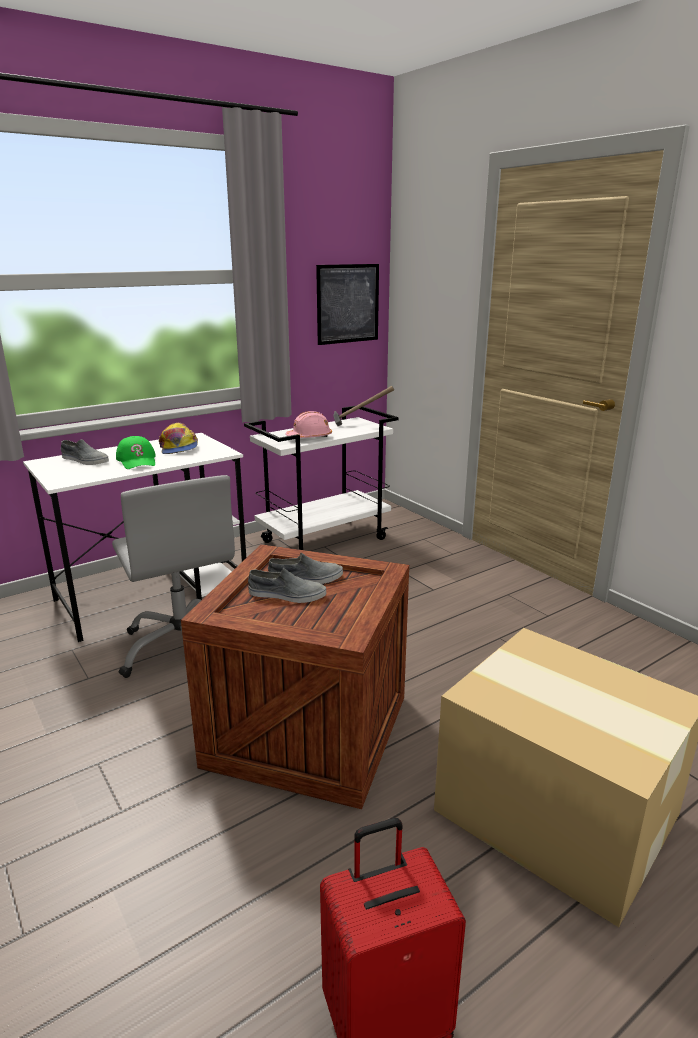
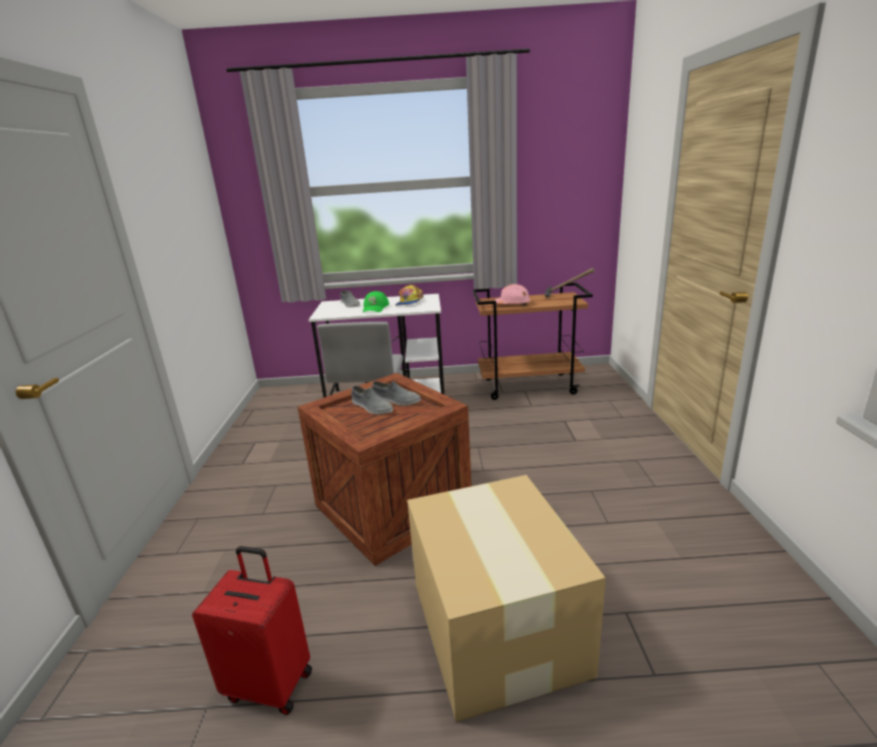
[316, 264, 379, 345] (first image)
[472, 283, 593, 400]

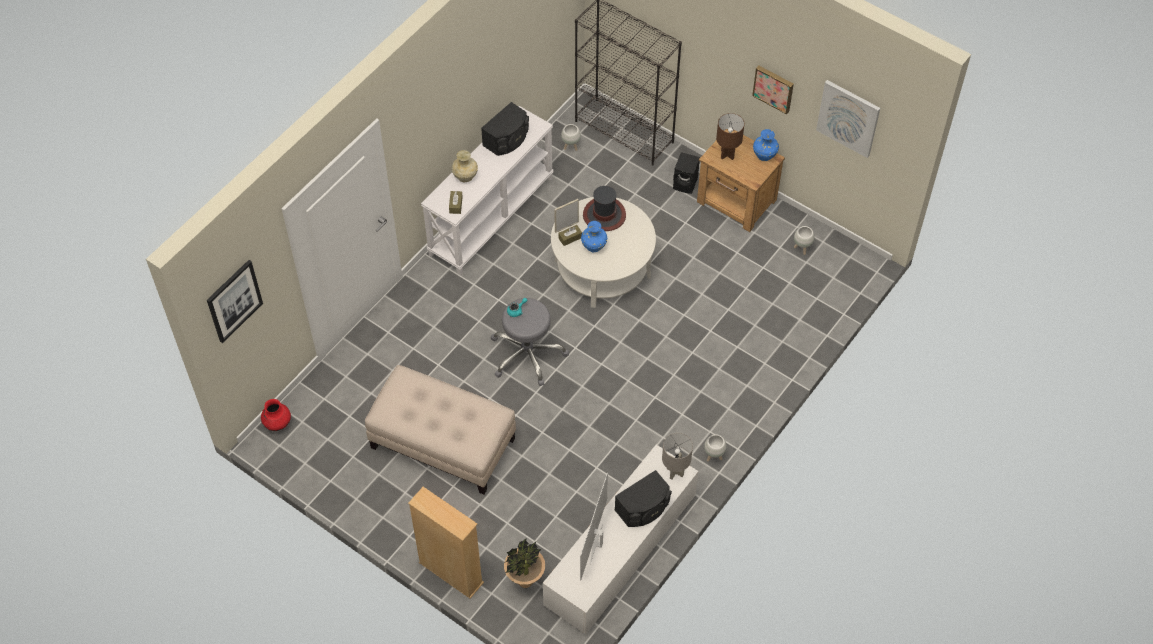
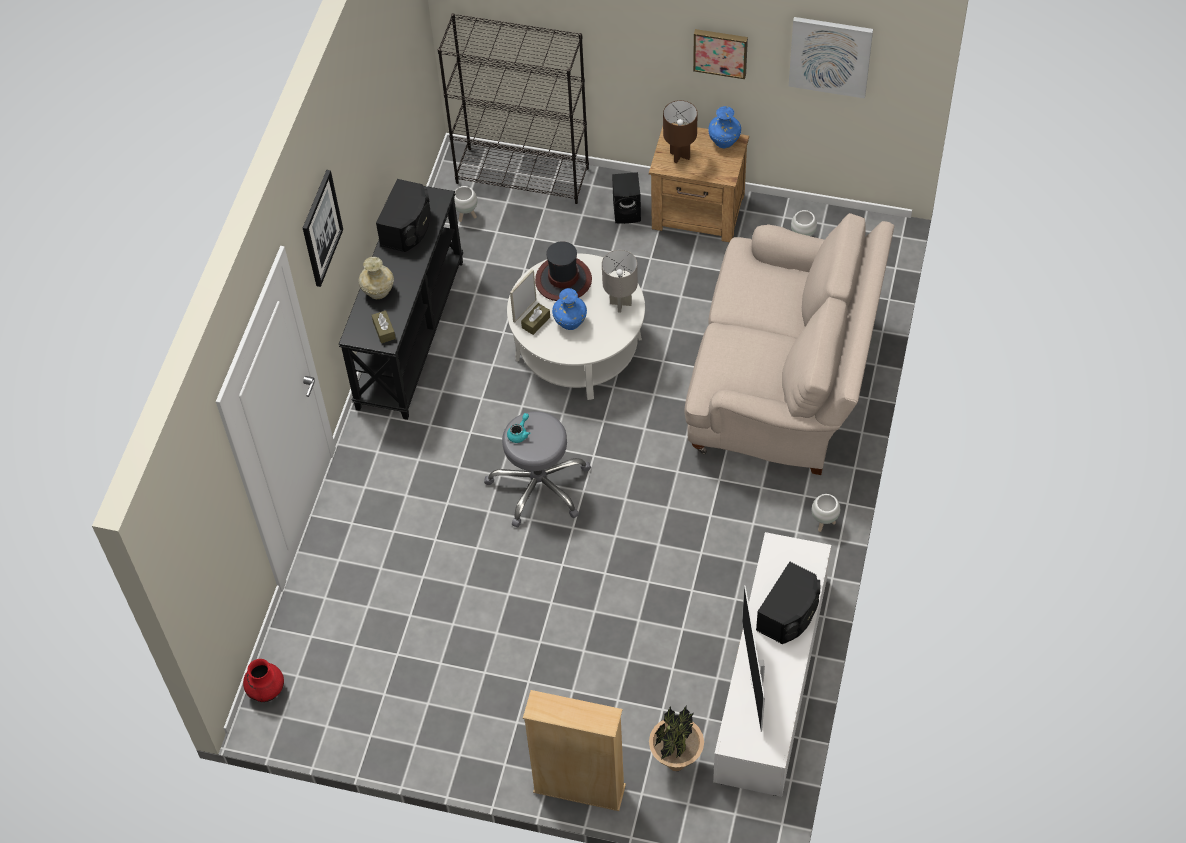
[365, 365, 516, 495] (first image)
[684, 213, 894, 475]
[303, 170, 343, 287]
[602, 250, 638, 313]
[339, 186, 464, 420]

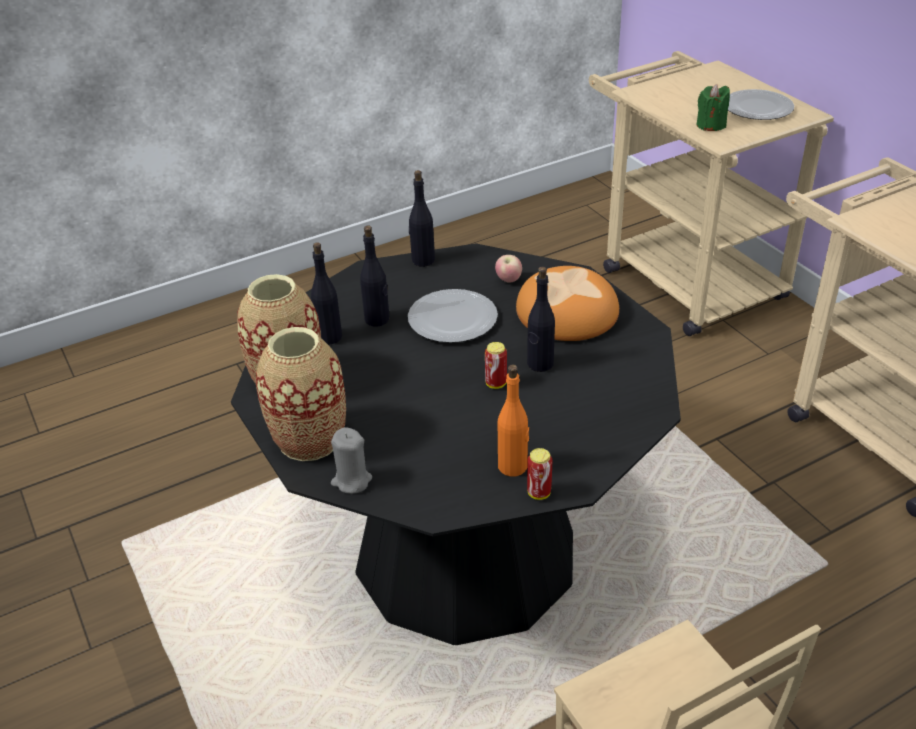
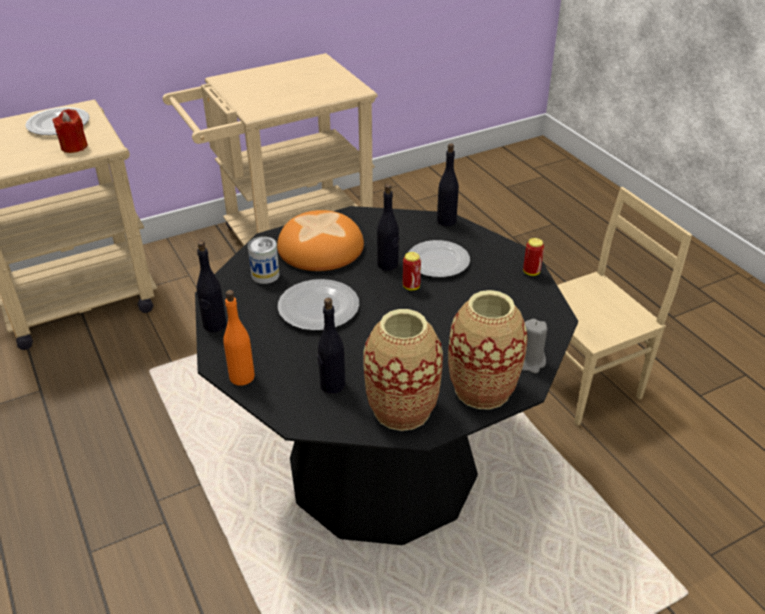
[409, 240, 470, 277]
[437, 143, 459, 226]
[223, 290, 255, 386]
[248, 237, 280, 284]
[53, 109, 88, 153]

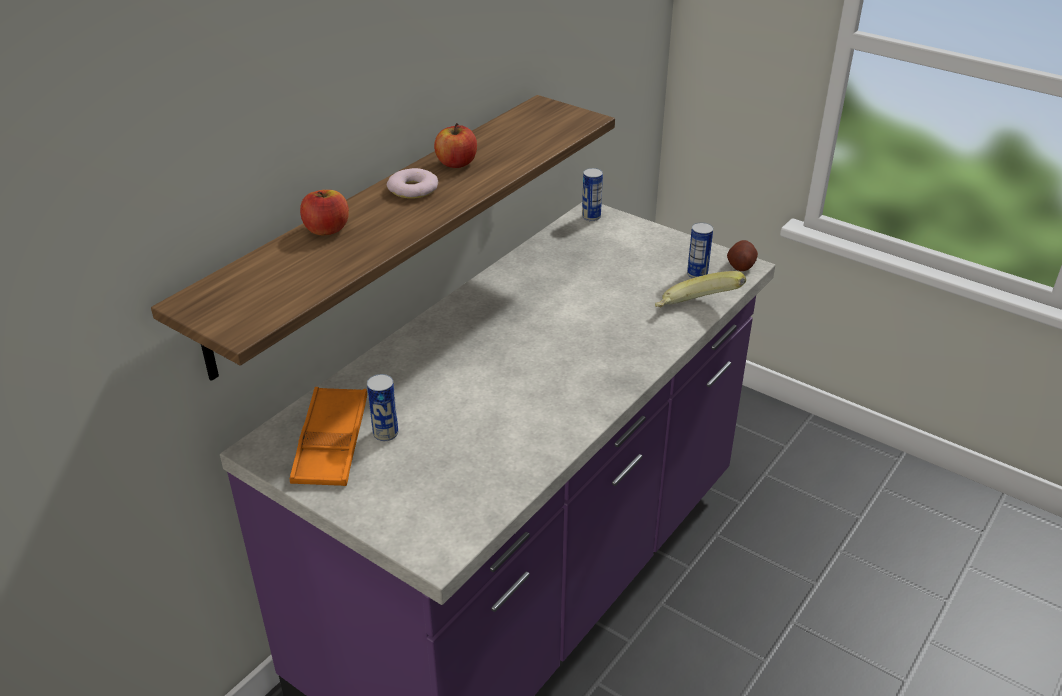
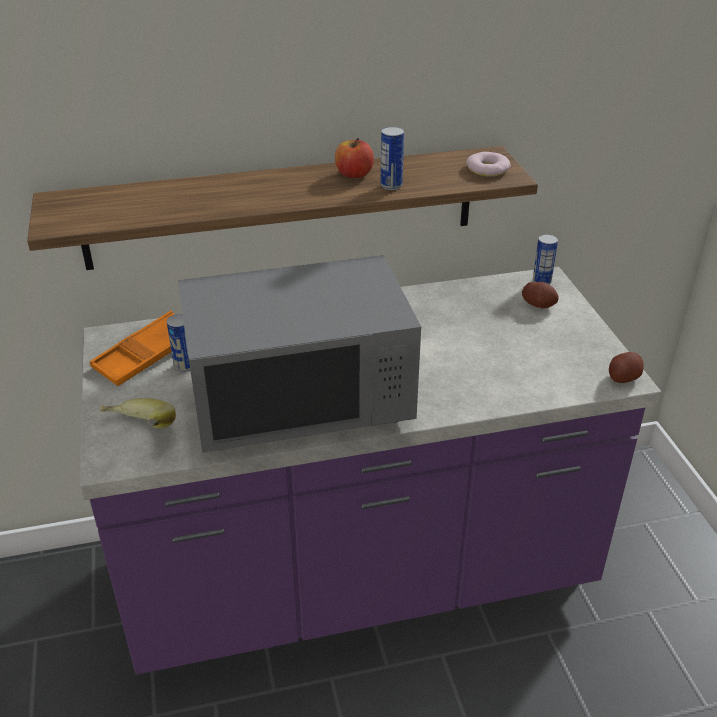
[300, 190, 349, 235] (first image)
[178, 255, 421, 453]
[522, 282, 559, 309]
[466, 152, 511, 176]
[100, 398, 176, 428]
[380, 126, 404, 190]

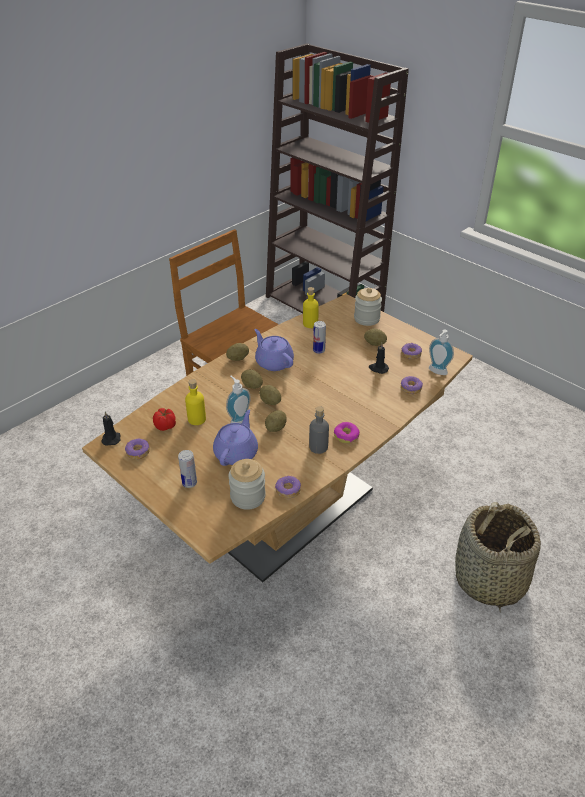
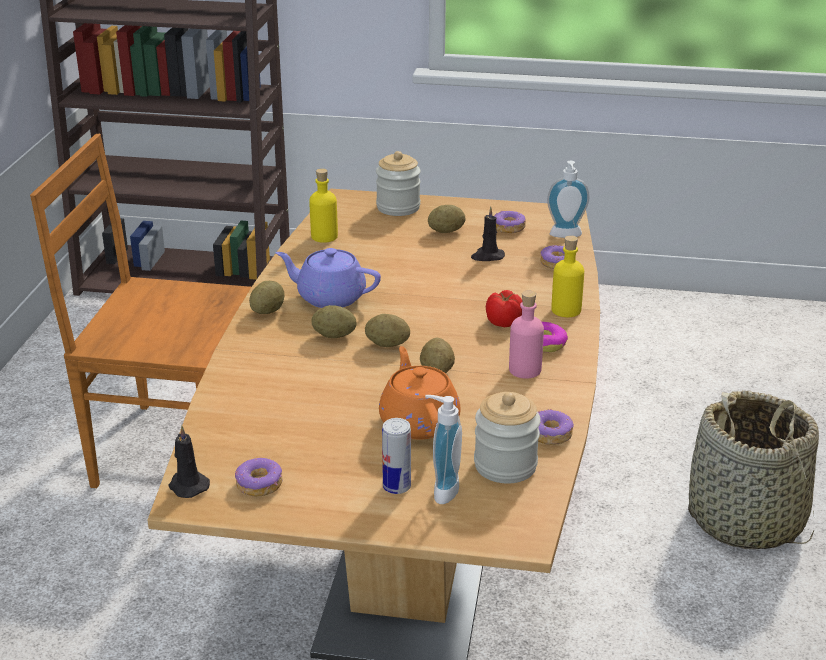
[313, 321, 326, 354] (first image)
[486, 290, 522, 327]
[551, 236, 584, 317]
[425, 395, 462, 504]
[379, 346, 461, 440]
[509, 290, 544, 379]

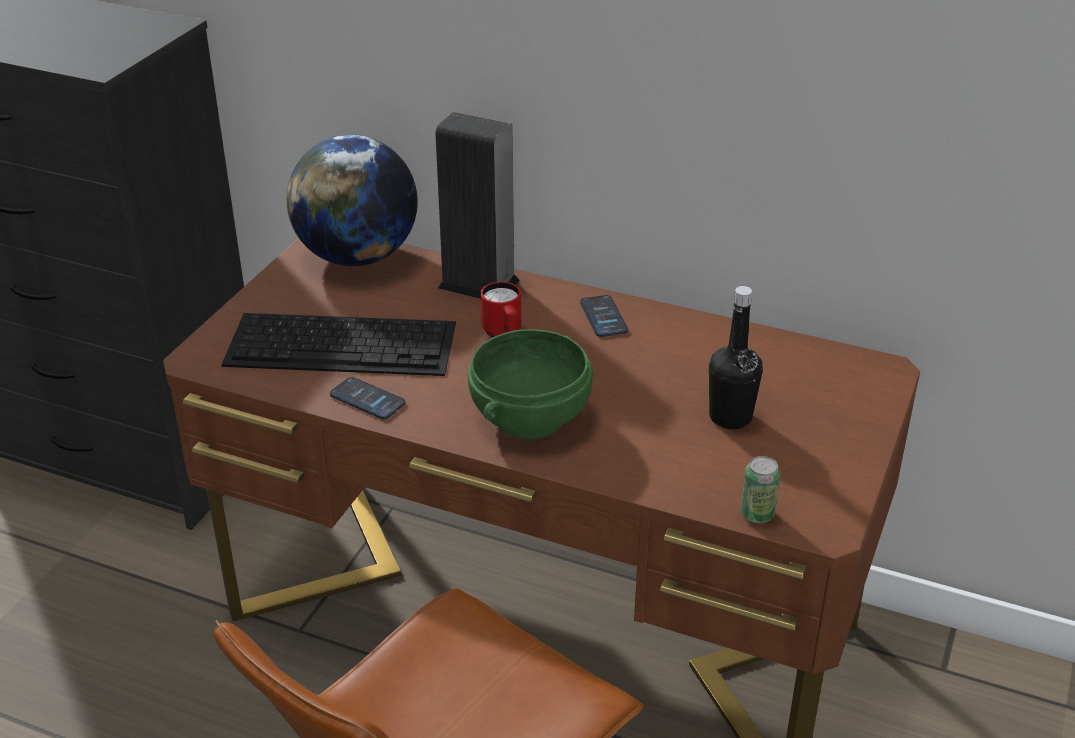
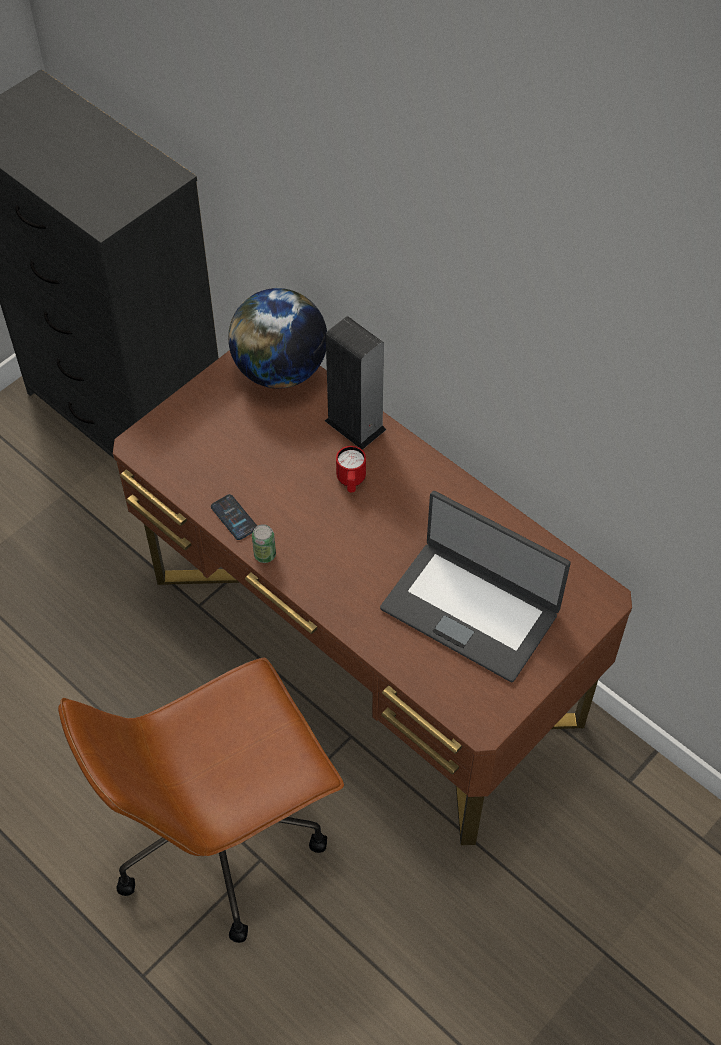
[221, 313, 456, 376] (first image)
[468, 329, 593, 439] (first image)
[580, 295, 628, 337] (first image)
[252, 524, 276, 563]
[380, 491, 571, 682]

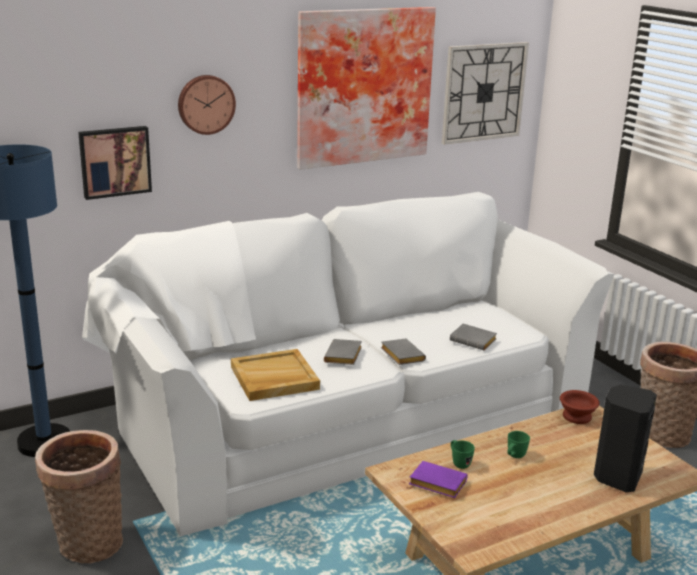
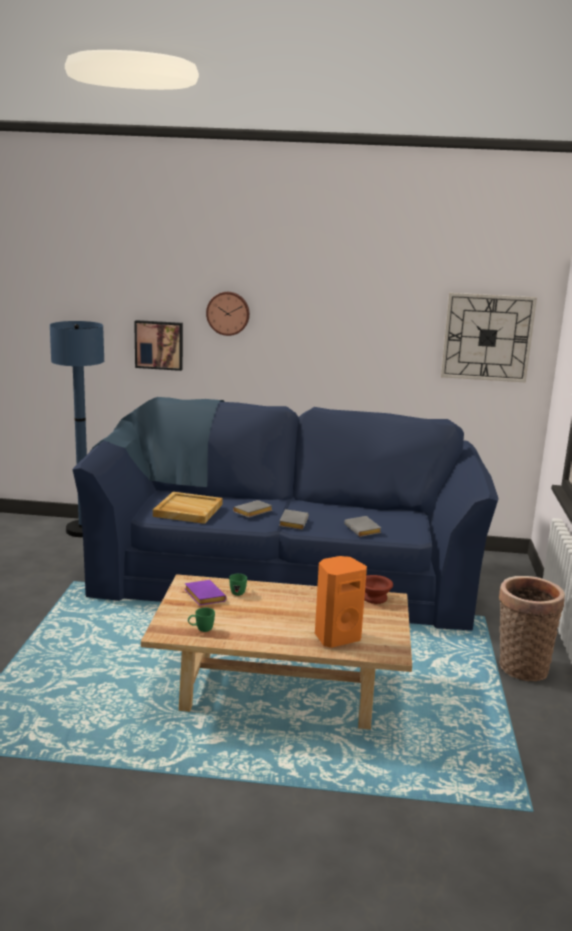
[35, 430, 123, 564] (first image)
[297, 7, 436, 170] (first image)
[188, 608, 215, 632]
[72, 397, 499, 631]
[315, 556, 367, 648]

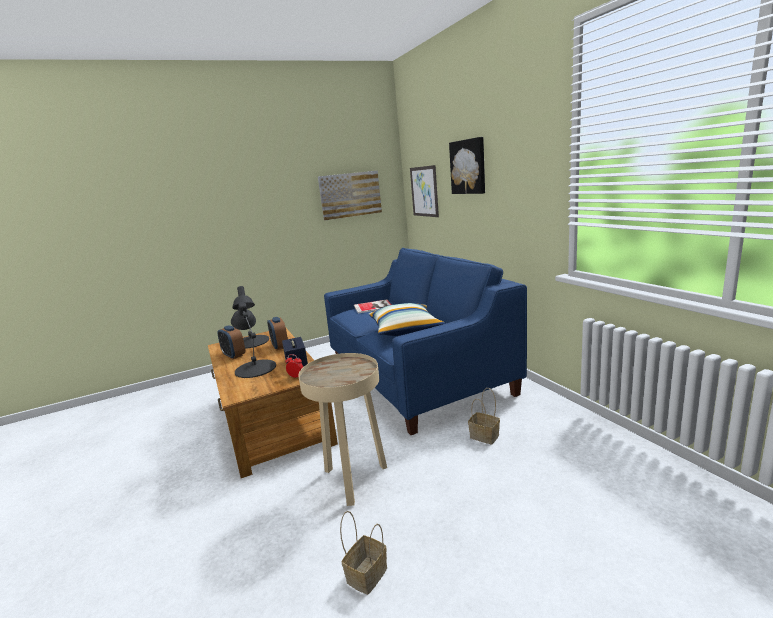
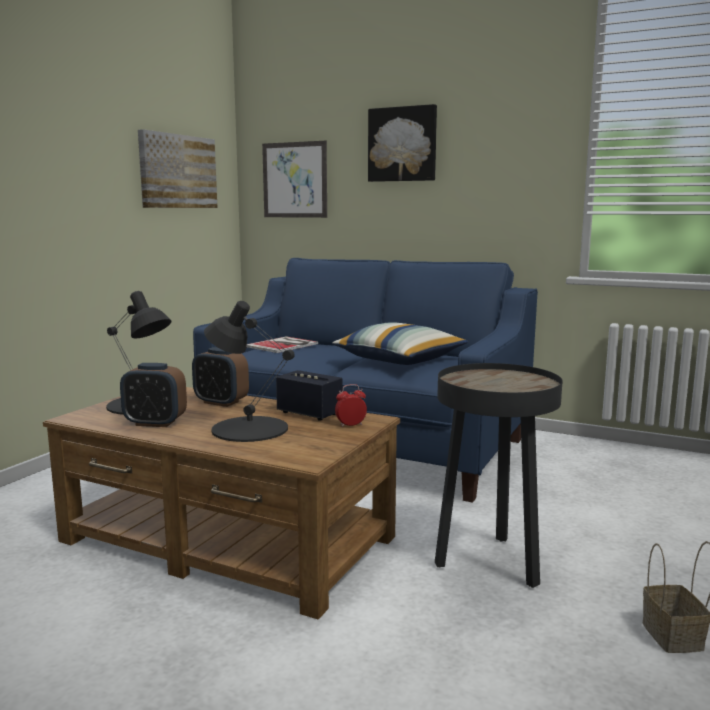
[468, 388, 500, 444] (first image)
[435, 363, 563, 588]

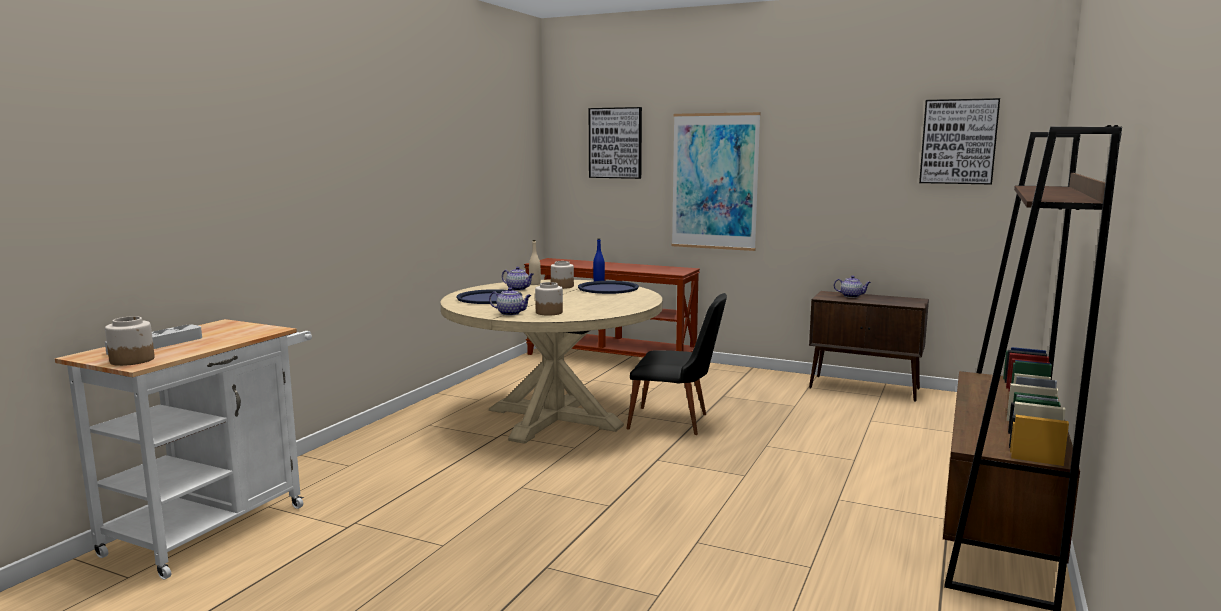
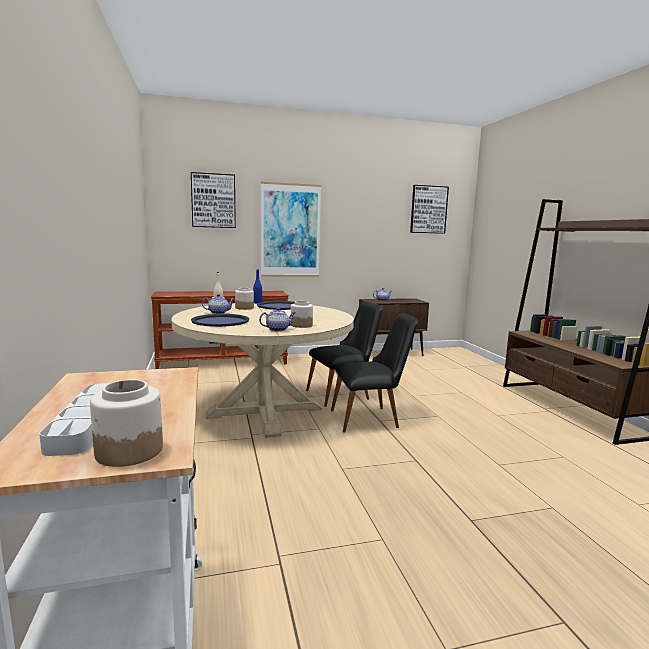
[331, 313, 418, 432]

